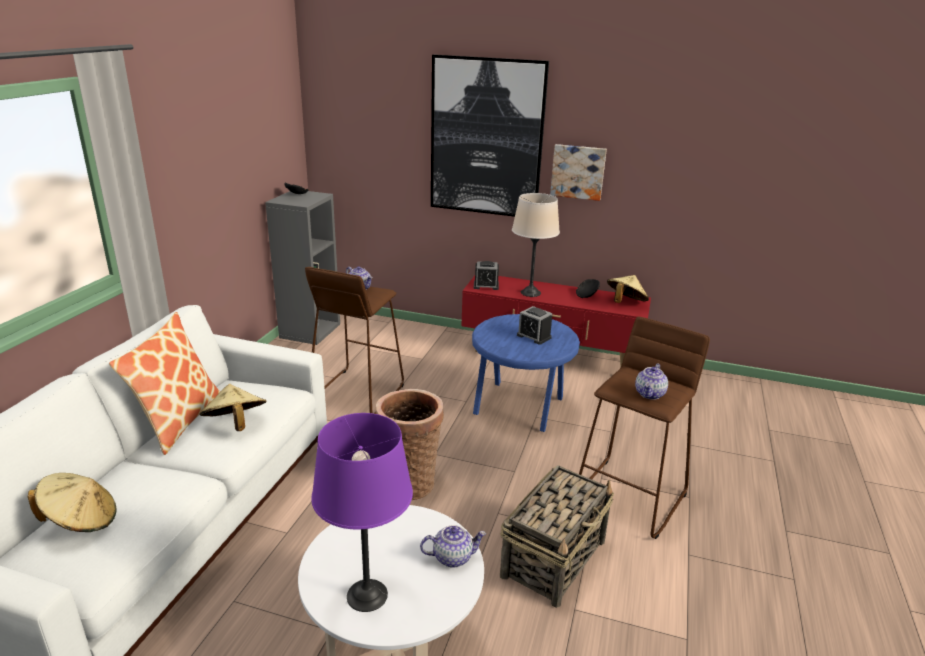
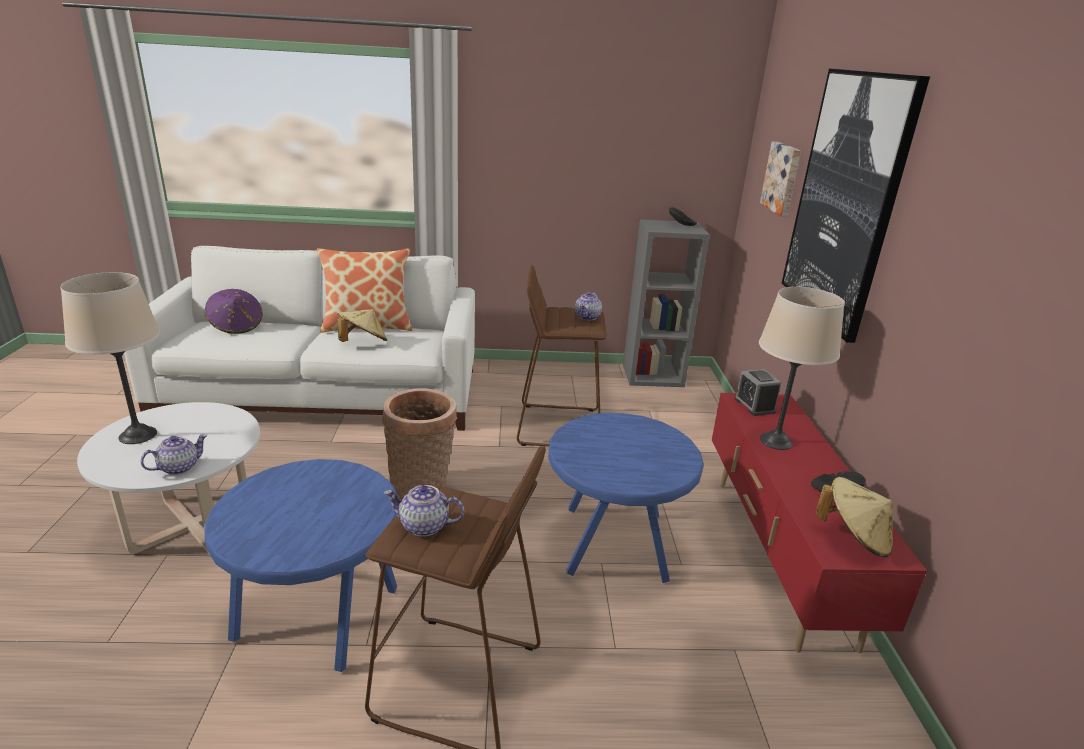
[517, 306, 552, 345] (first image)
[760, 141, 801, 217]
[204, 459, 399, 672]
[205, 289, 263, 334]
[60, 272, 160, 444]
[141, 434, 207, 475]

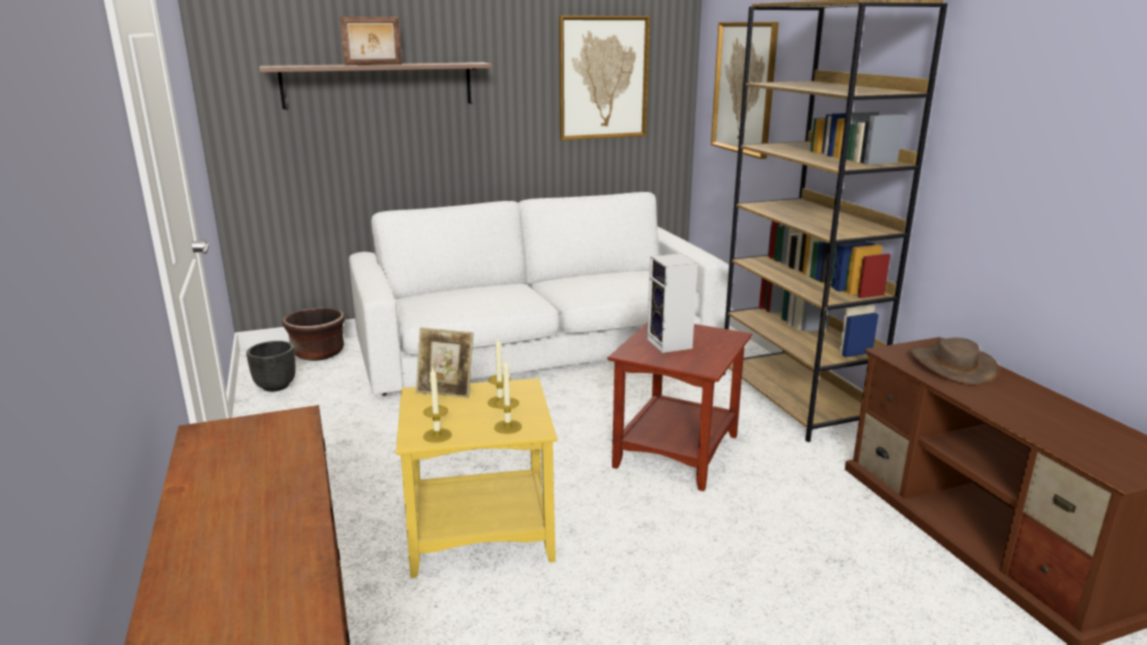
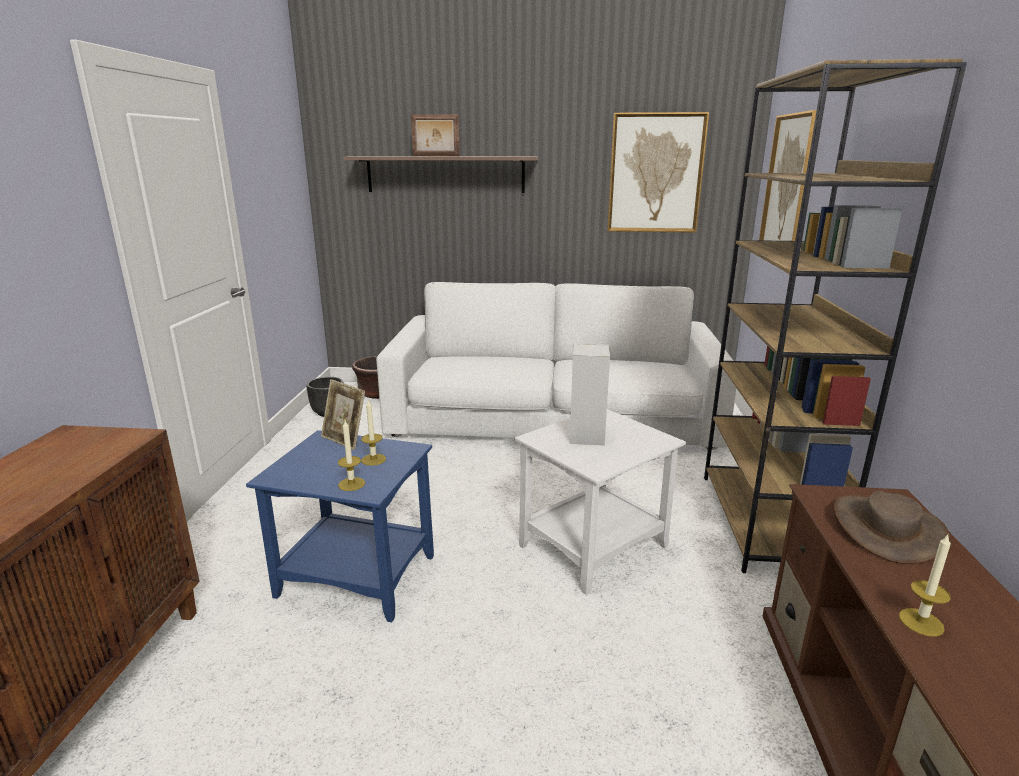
[899, 535, 951, 637]
[246, 430, 434, 622]
[515, 409, 686, 595]

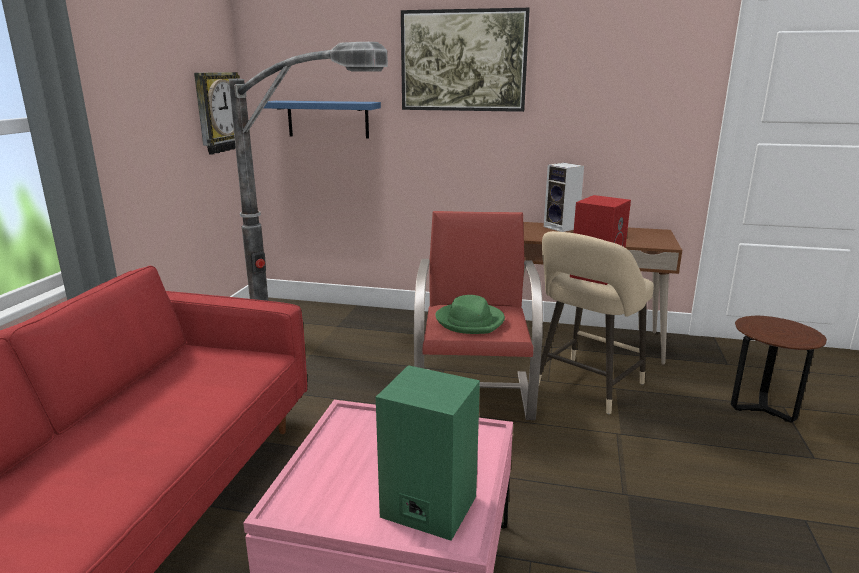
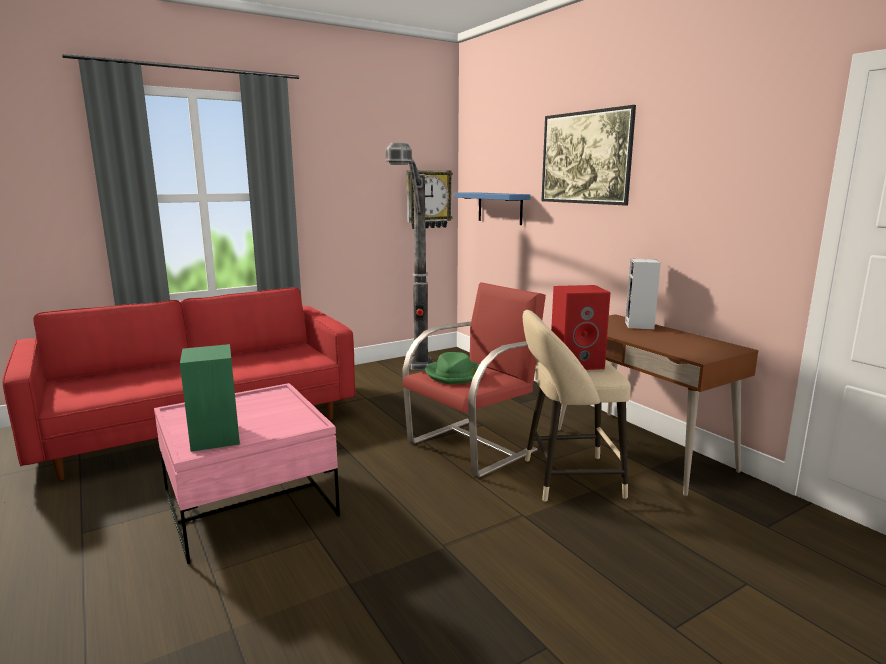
[731, 316, 827, 422] (first image)

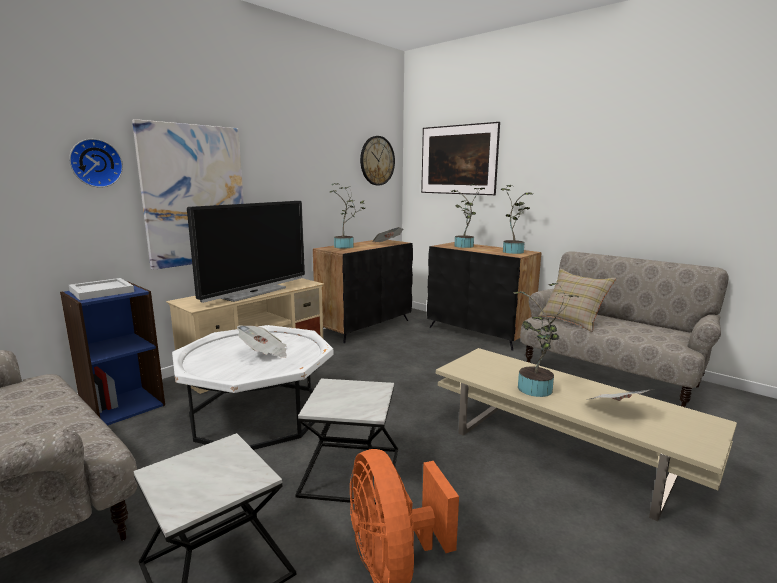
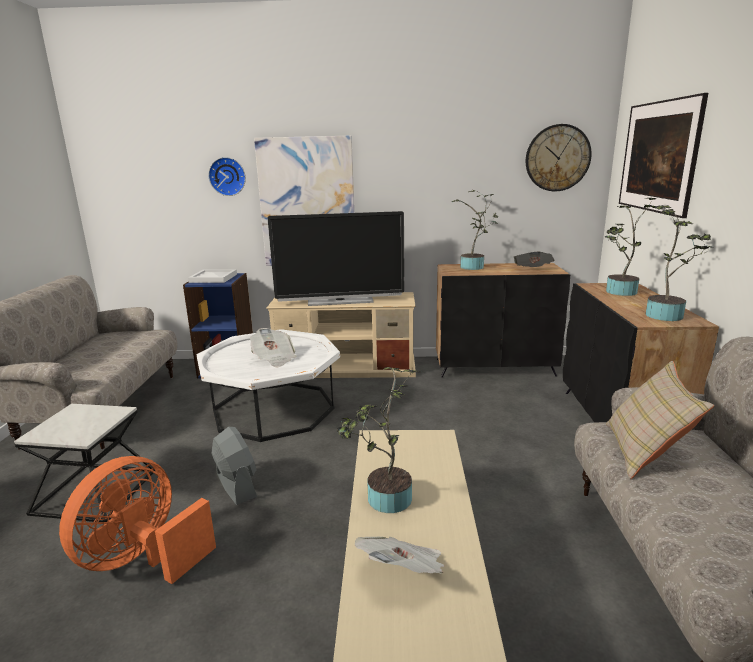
[211, 426, 257, 505]

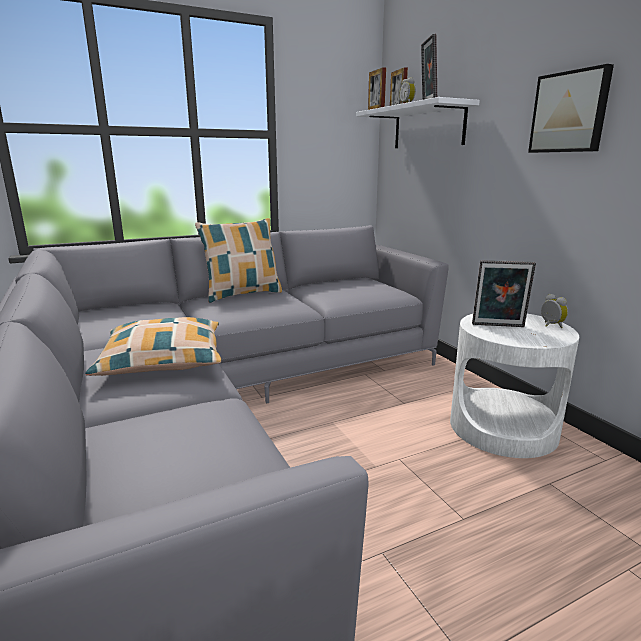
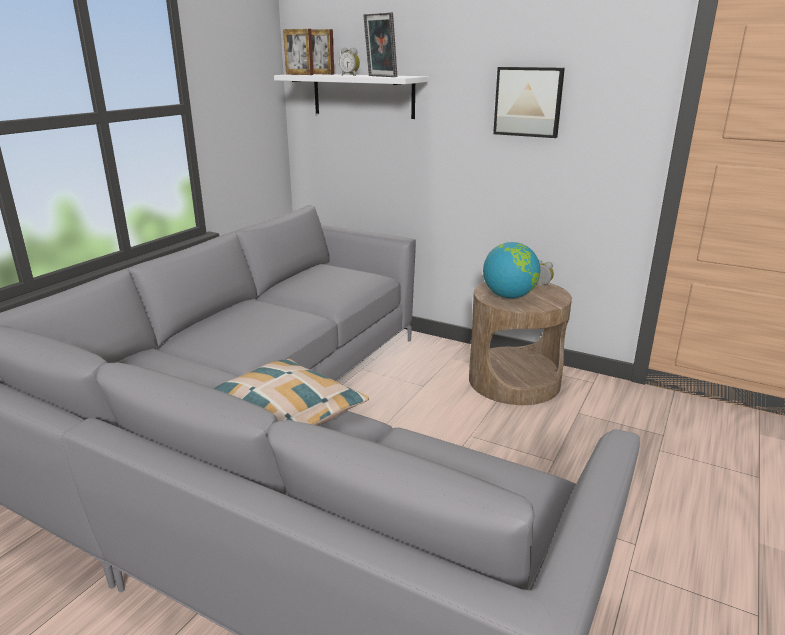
[195, 218, 282, 303] (first image)
[483, 242, 540, 298]
[469, 282, 572, 405]

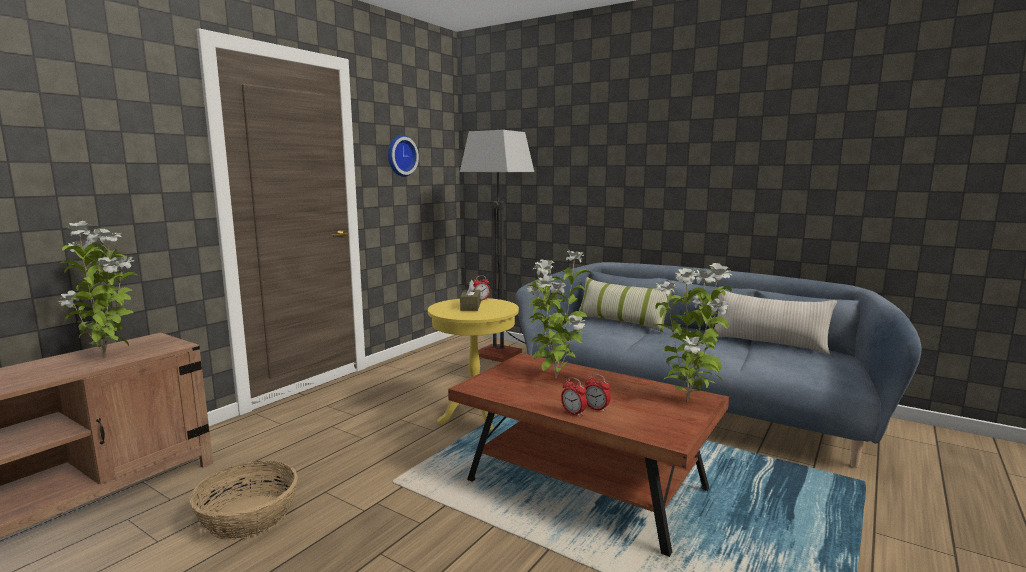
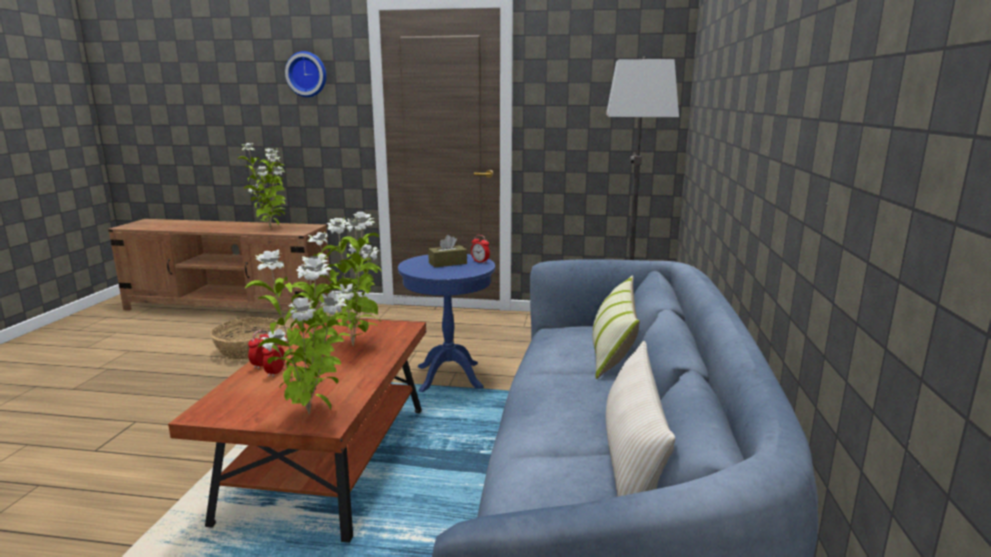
[285, 51, 326, 97]
[398, 254, 495, 392]

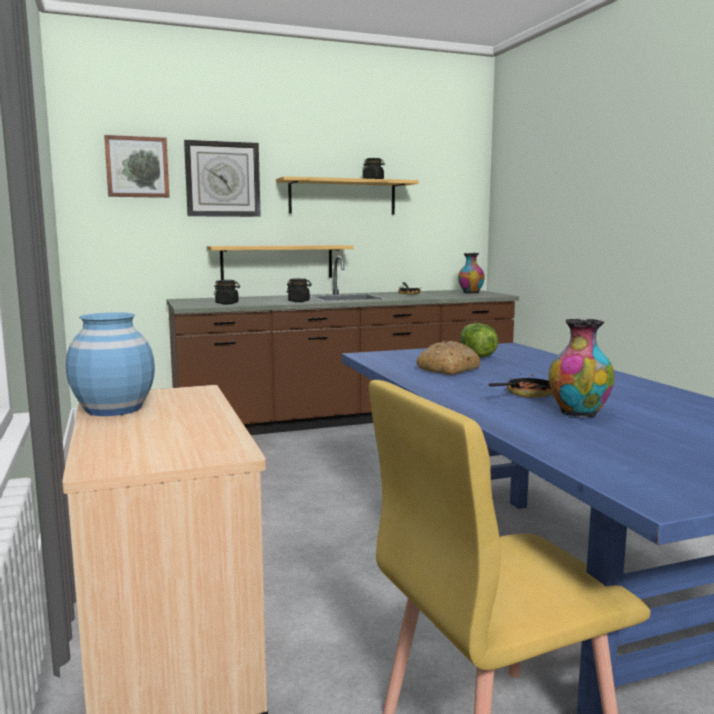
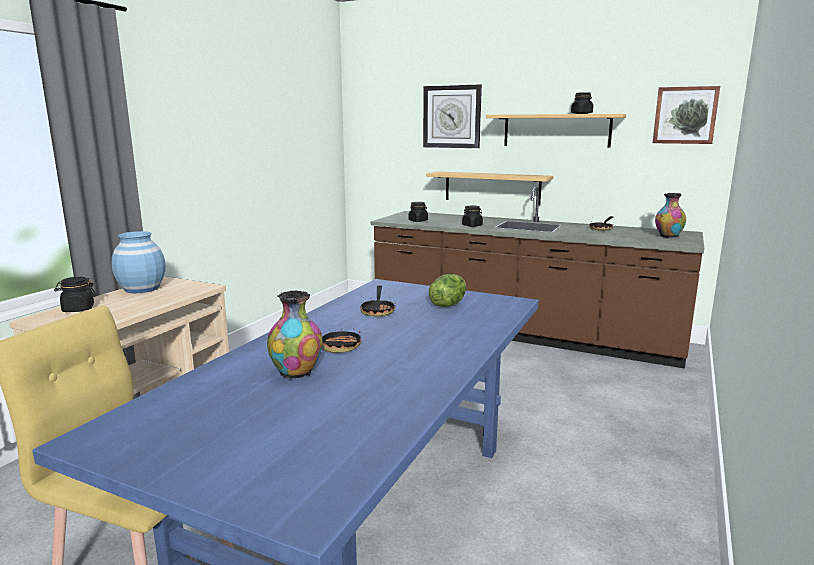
[54, 277, 96, 312]
[653, 86, 720, 144]
[360, 285, 395, 317]

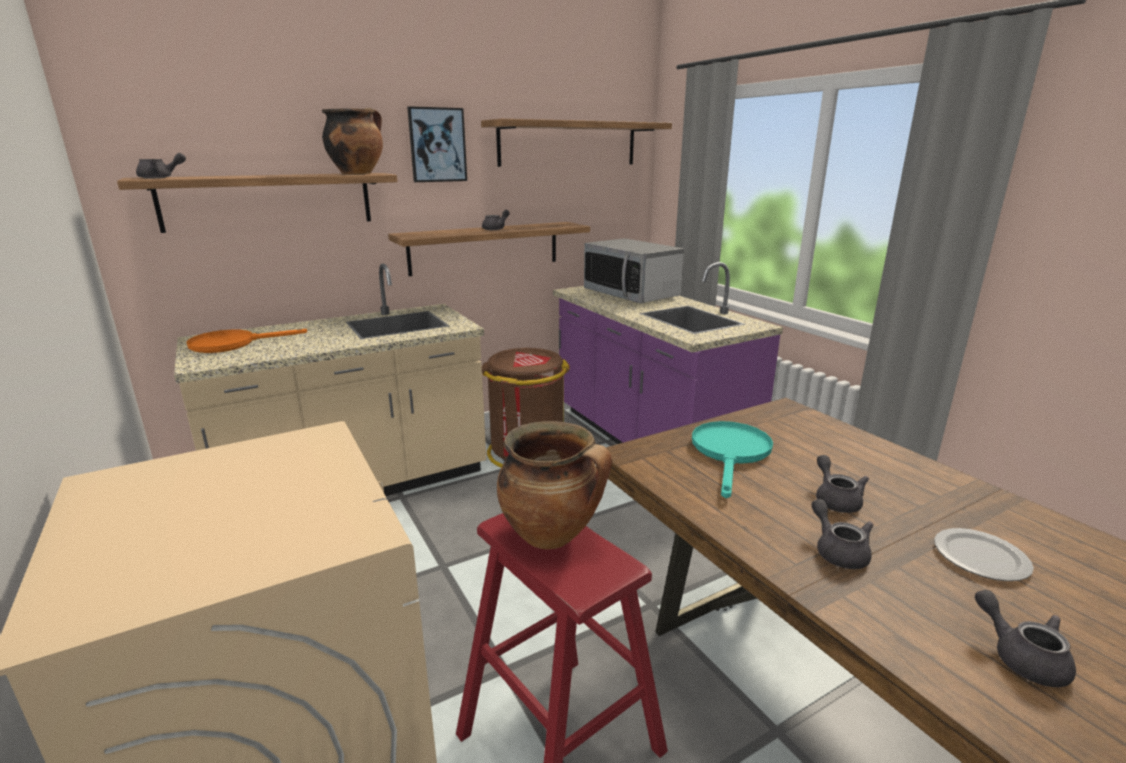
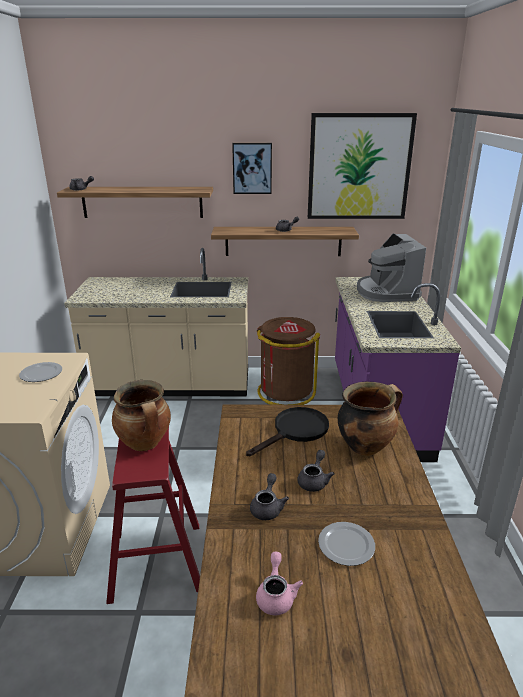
[186, 329, 307, 353] (first image)
[19, 362, 62, 382]
[338, 382, 403, 456]
[308, 113, 417, 219]
[357, 233, 426, 302]
[246, 407, 329, 456]
[256, 552, 303, 616]

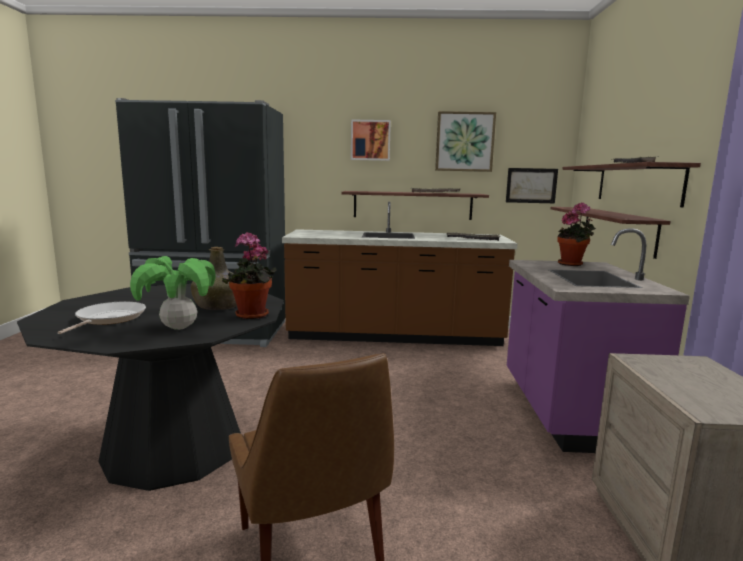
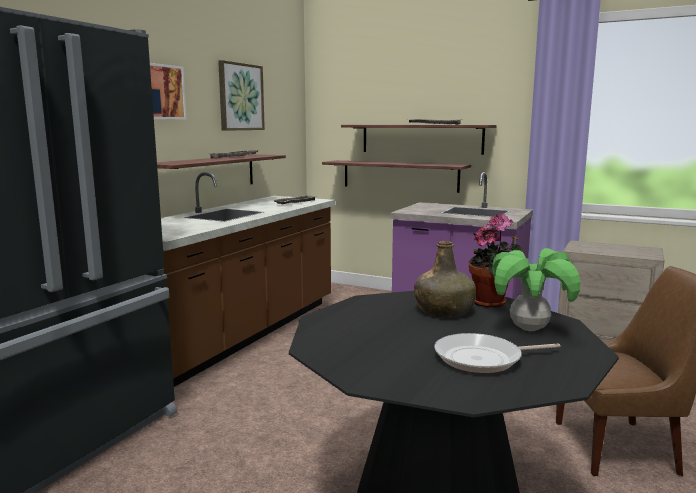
[506, 168, 558, 203] (first image)
[557, 203, 596, 266] (first image)
[434, 333, 561, 373]

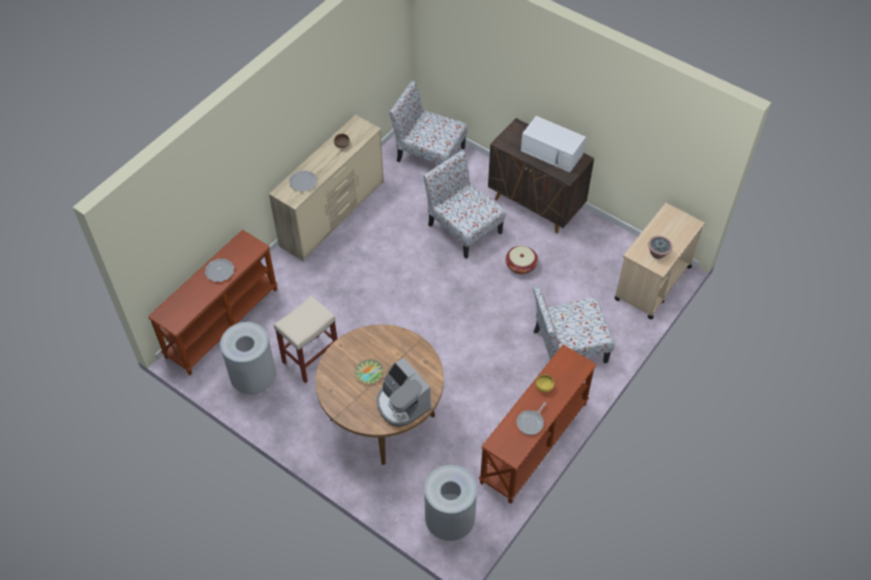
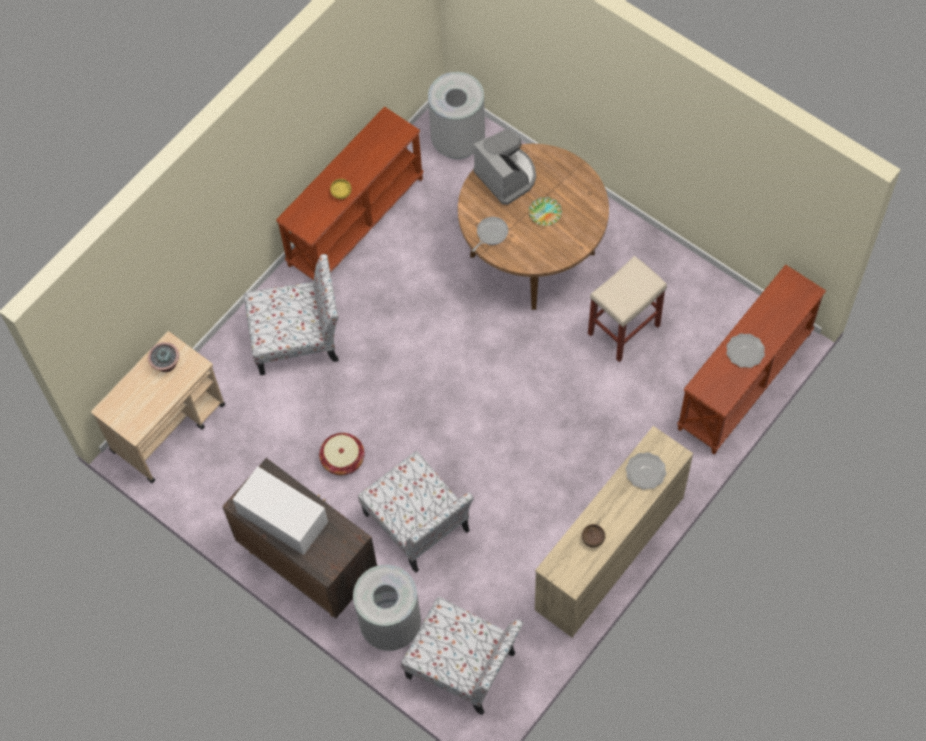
[353, 565, 421, 651]
[472, 217, 508, 252]

